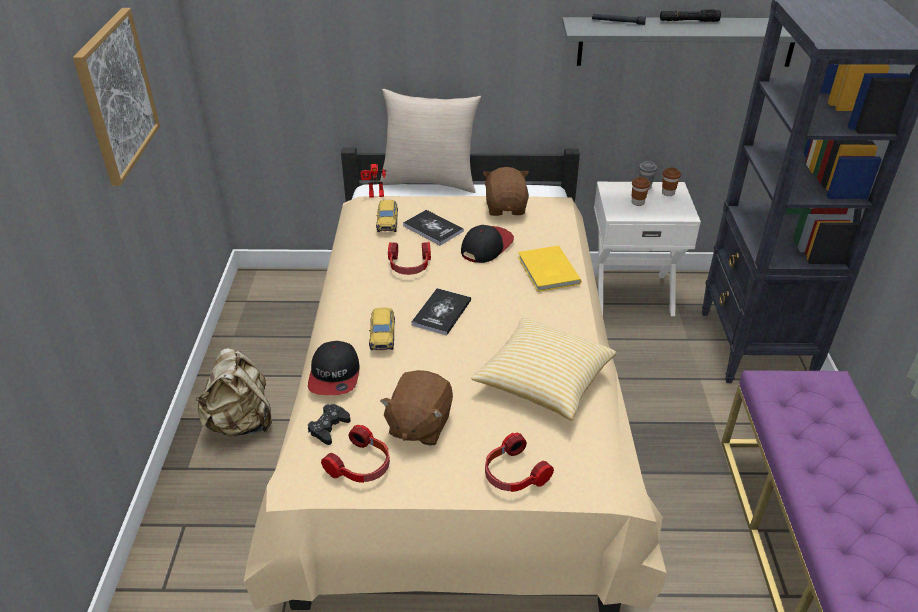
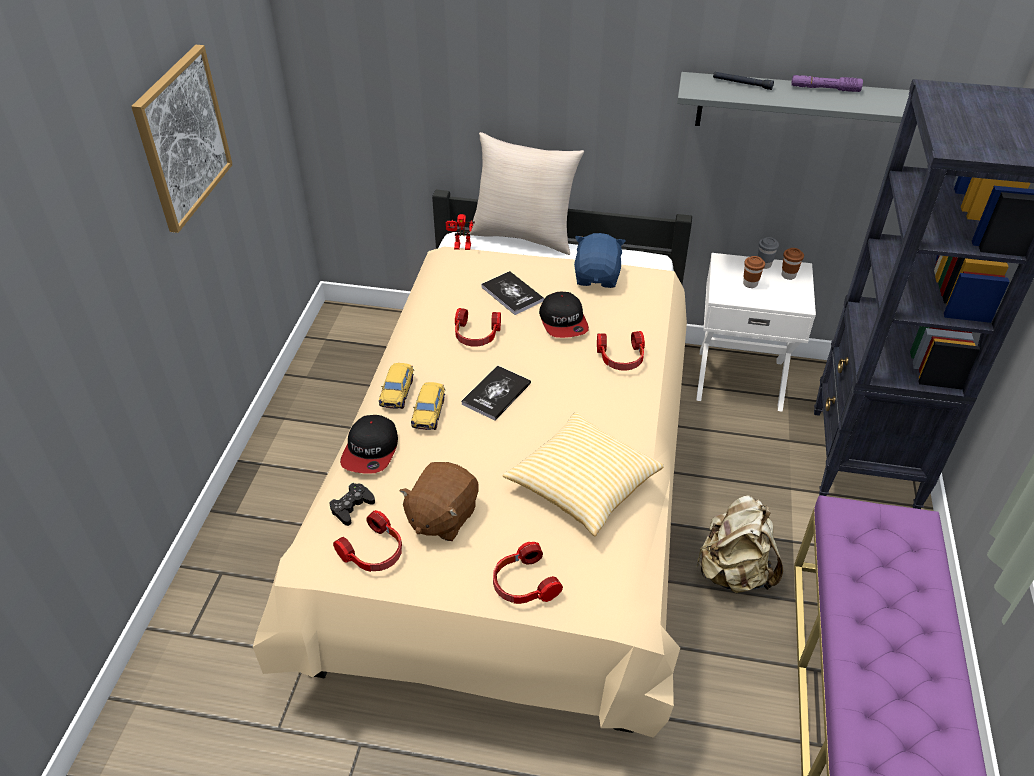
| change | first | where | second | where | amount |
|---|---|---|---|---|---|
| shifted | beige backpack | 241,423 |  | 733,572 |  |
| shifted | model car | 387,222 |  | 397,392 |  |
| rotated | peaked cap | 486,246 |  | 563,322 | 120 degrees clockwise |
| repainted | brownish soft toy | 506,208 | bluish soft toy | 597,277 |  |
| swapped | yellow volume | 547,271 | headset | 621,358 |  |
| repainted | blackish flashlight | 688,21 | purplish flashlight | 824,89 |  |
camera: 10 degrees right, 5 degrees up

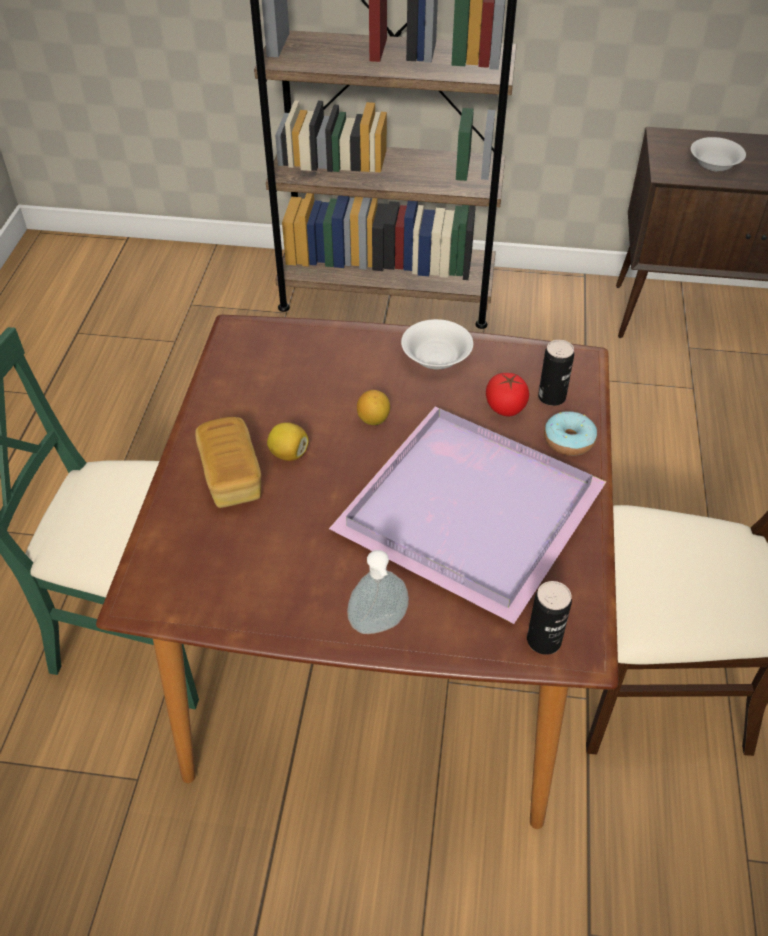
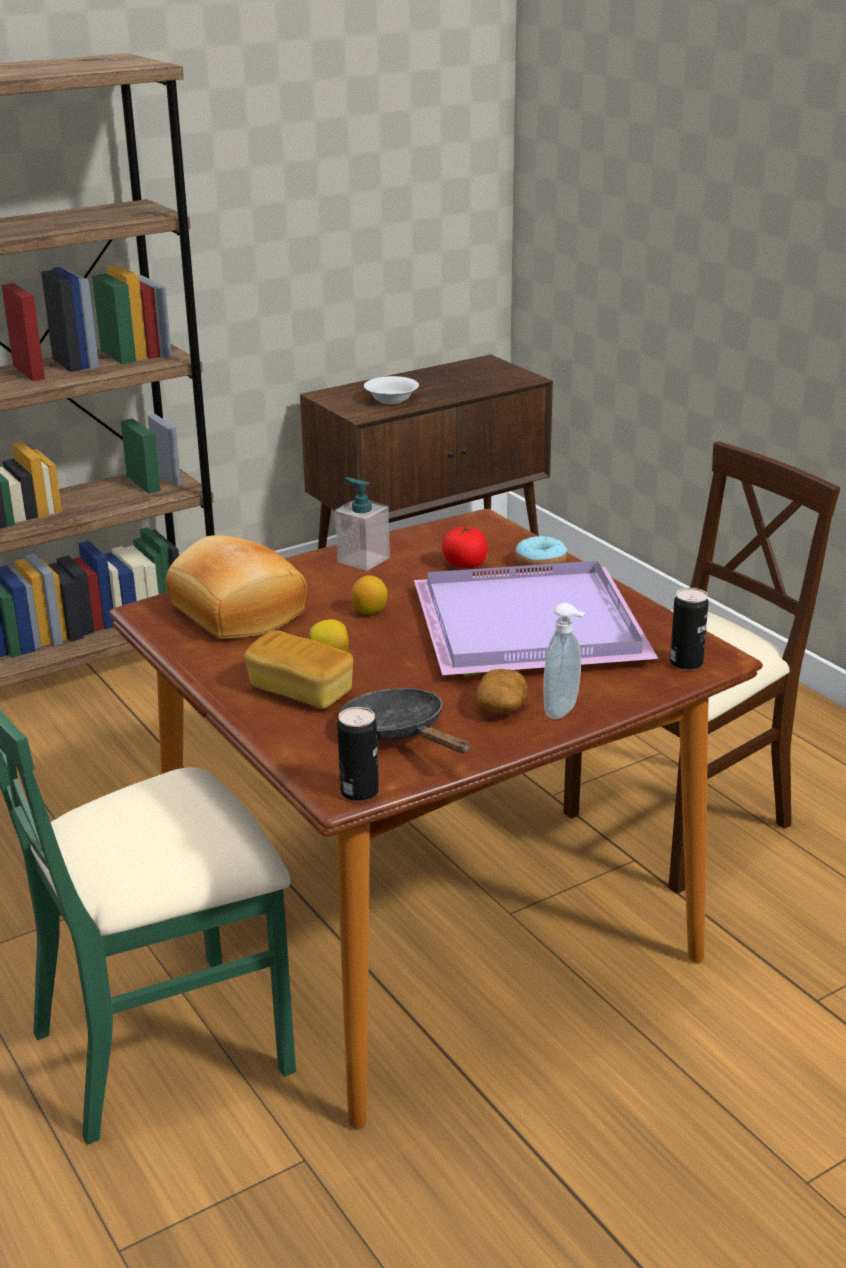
| change | first | where | second | where | amount |
|---|---|---|---|---|---|
| swapped | white-coloured bowl | 435,358 | soap bottle | 363,560 |  |
| shifted | sealed can | 551,397 |  | 359,792 |  |
| new |  |  | bakery bread | 235,612 |  |
| new |  |  | blackish frying pan | 399,733 |  |
| new |  |  | spud | 502,708 |  |
camera: 40 degrees left, 20 degrees down

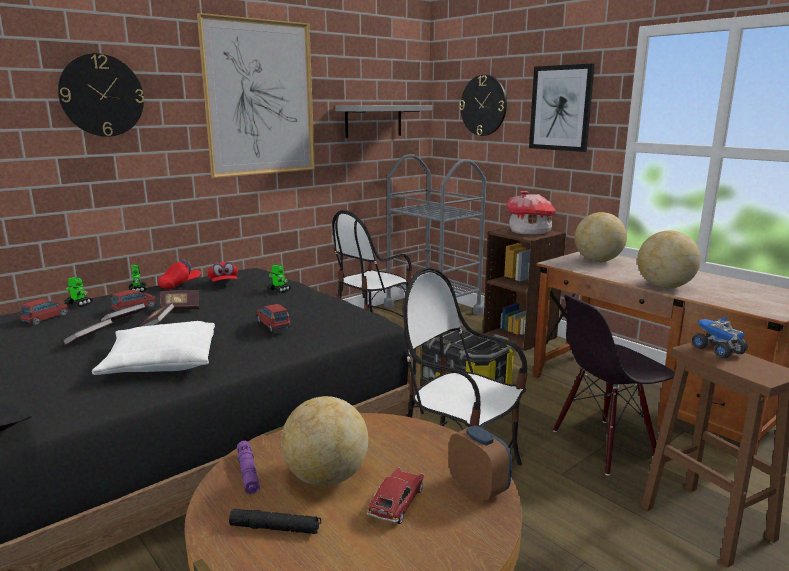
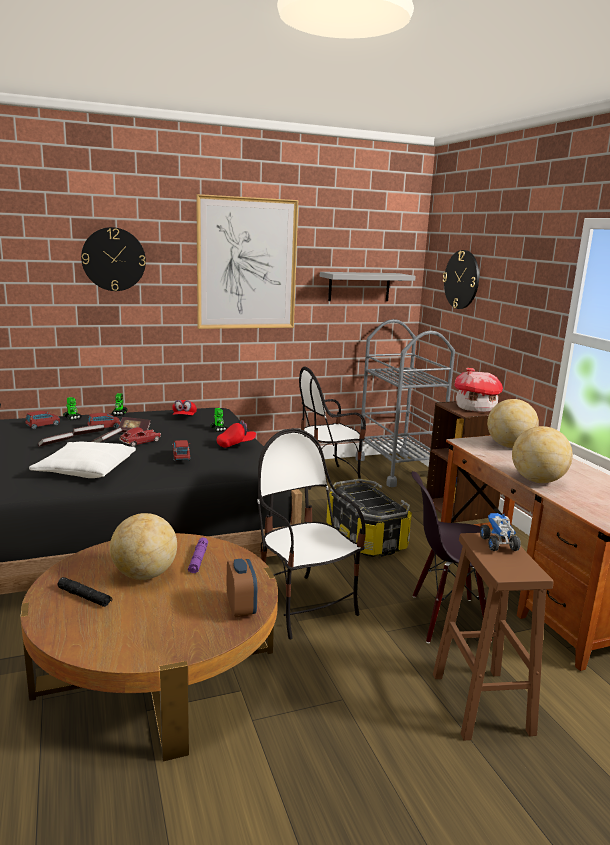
| change | first | where | second | where | amount |
|---|---|---|---|---|---|
| shifted | reddish peaked cap | 180,285 |  | 236,444 |  |
| shifted | purplish flashlight | 248,473 |  | 198,560 |  |
| shifted | model car | 397,503 |  | 140,442 |  |
| gone | wall art | 561,108 |  |  |  |
camera: 20 degrees right, 0 degrees up

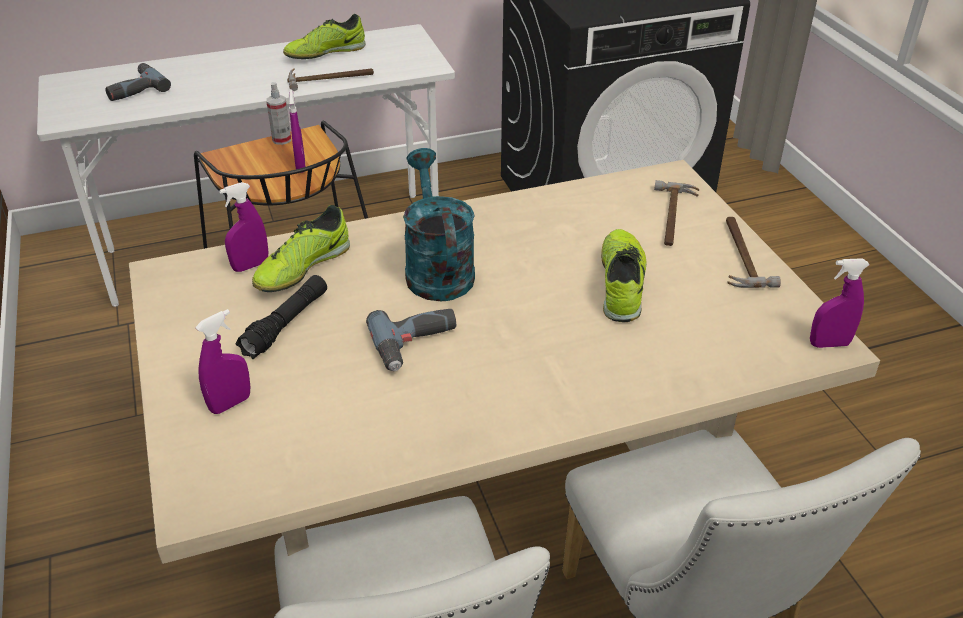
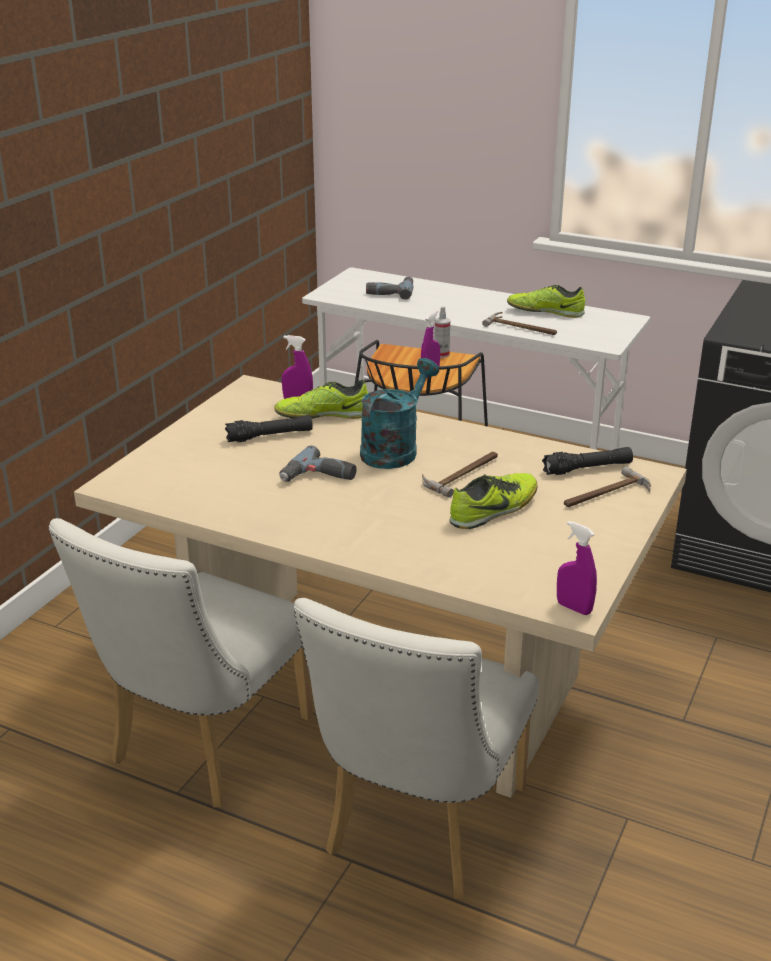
| change | first | where | second | where | amount |
|---|---|---|---|---|---|
| gone | purplish hand sprayer | 230,404 |  |  |  |
| shifted | hand hammer | 740,255 |  | 463,474 |  |
| new |  |  | blackish flashlight | 587,469 |  |
camera: 45 degrees right, 10 degrees down

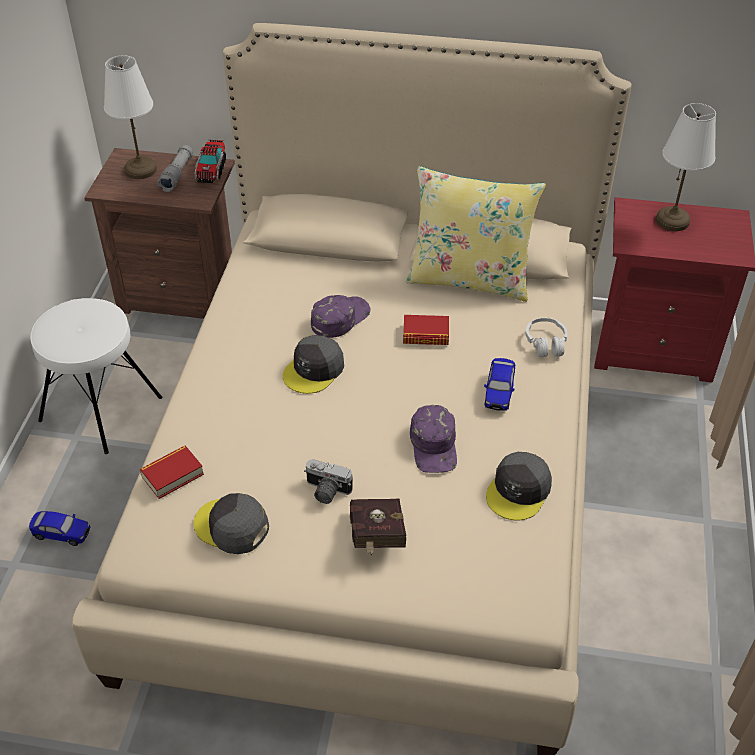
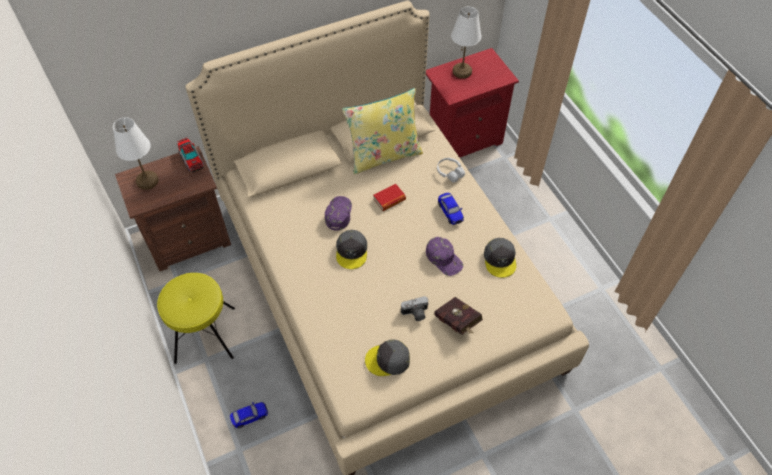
| change | first | where | second | where | amount |
|---|---|---|---|---|---|
| repainted | white-coloured stool seat | 101,408 | yellow stool seat | 205,334 |  |
| gone | volume | 172,475 |  |  |  |
| gone | gray flashlight | 177,174 |  |  |  |
camera: 35 degrees left, 10 degrees up

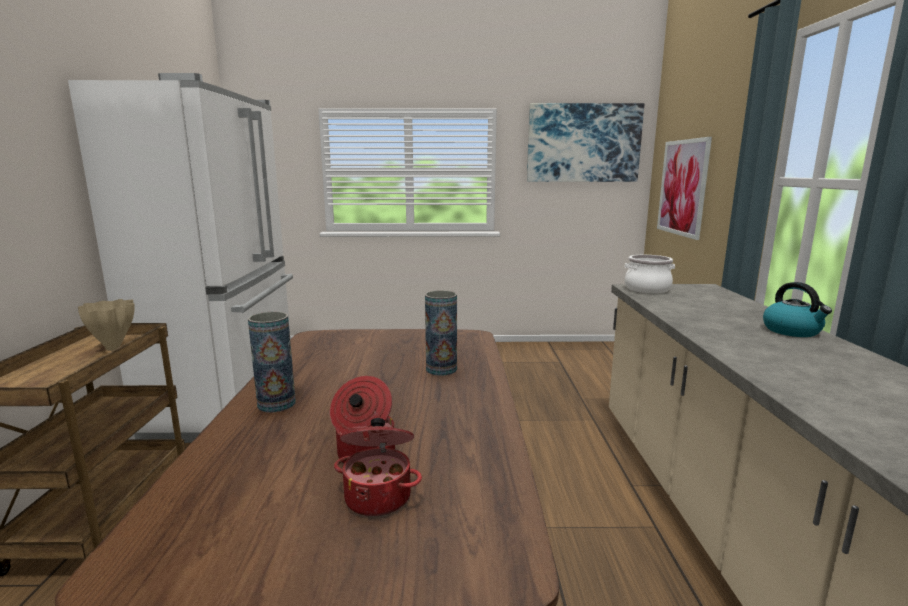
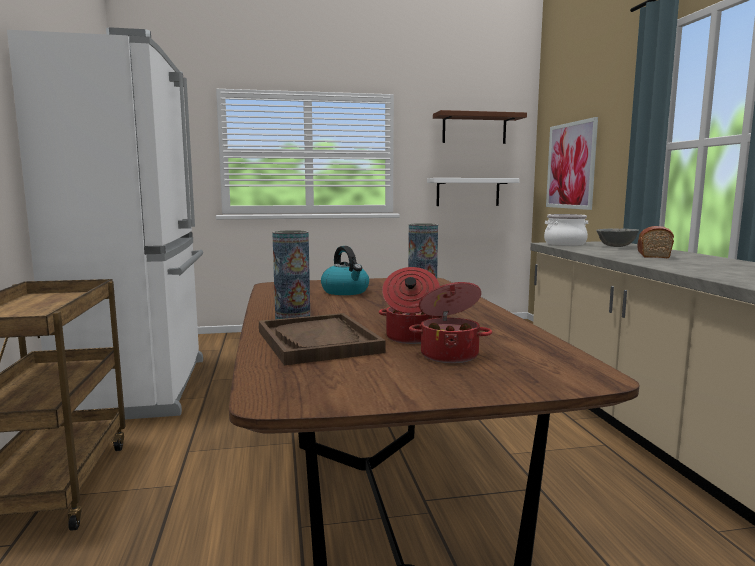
| change | first | where | second | where | amount |
|---|---|---|---|---|---|
| gone | beige decorative vase | 113,349 |  |  |  |
| swapped | wall art | 583,143 | brownish shelf | 474,129 |  |
| shifted | water kettle | 792,331 |  | 346,292 |  |
| new |  |  | brownish serving tray | 318,341 |  |
| new |  |  | white-coloured shelf | 468,192 |  |
| new |  |  | gray bowl | 616,246 |  |
| new |  |  | bakery bread | 652,255 |  |
camera: 10 degrees left, 5 degrees down

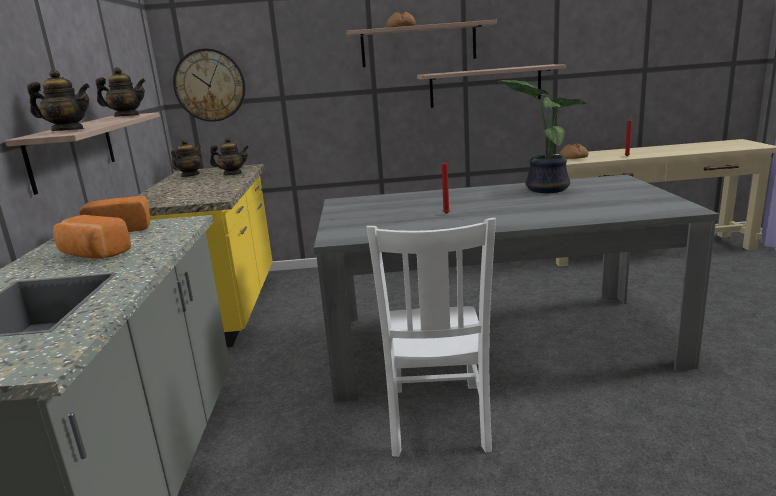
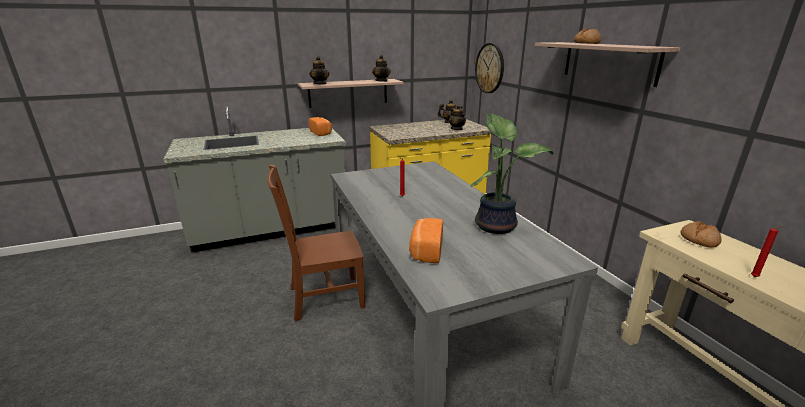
| change | first | where | second | where | amount |
|---|---|---|---|---|---|
| shifted | bakery bread | 93,254 |  | 425,251 |  |
| repainted | white-coloured chair | 437,421 | brownish chair | 323,298 |  |
| gone | shelf | 485,86 |  |  |  |
camera: 70 degrees right, 5 degrees up

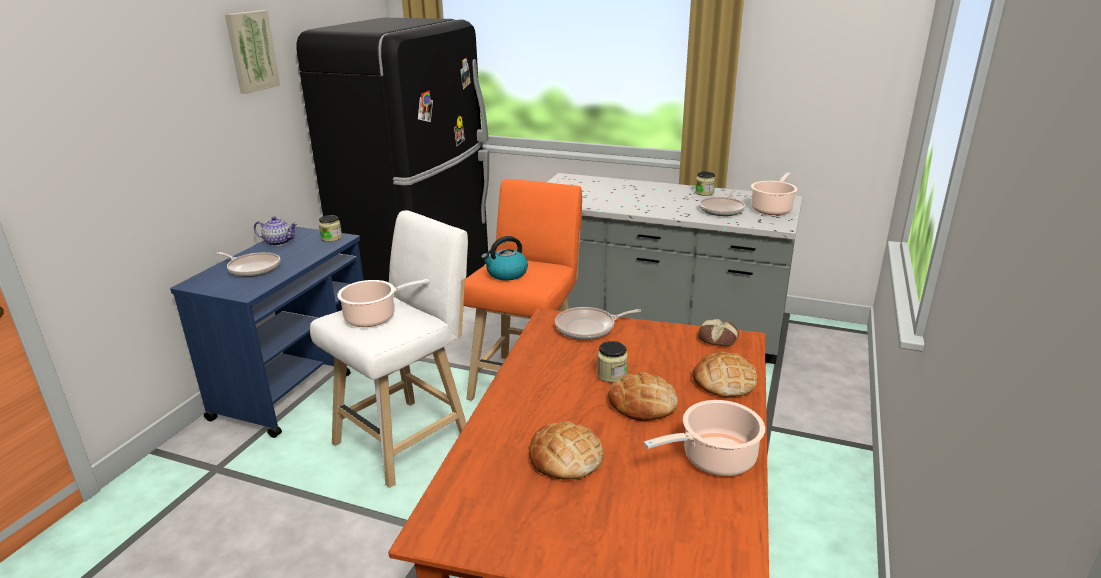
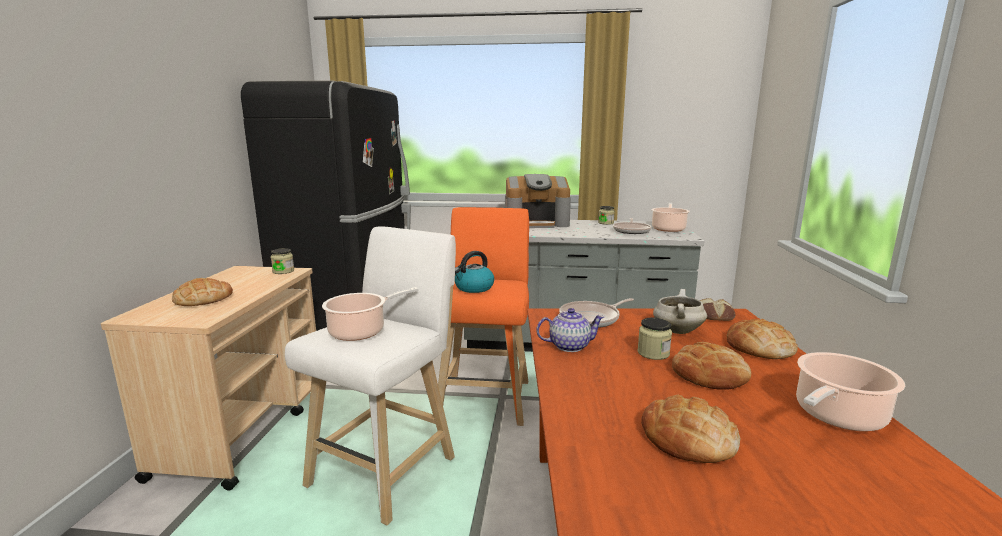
| change | first | where | second | where | amount |
|---|---|---|---|---|---|
| repainted | bluish wheeled cart | 297,384 | beige wheeled cart | 245,429 |  |
| swapped | frying pan | 253,268 | bakery bread | 203,299 |  |
| gone | wall art | 251,51 |  |  |  |
| shifted | pot for tea | 278,242 |  | 569,346 |  |
| new |  |  | coffee machine | 536,223 |  |
| new |  |  | white-coloured cooking pot | 677,330 |  |
camera: 15 degrees left, 10 degrees down

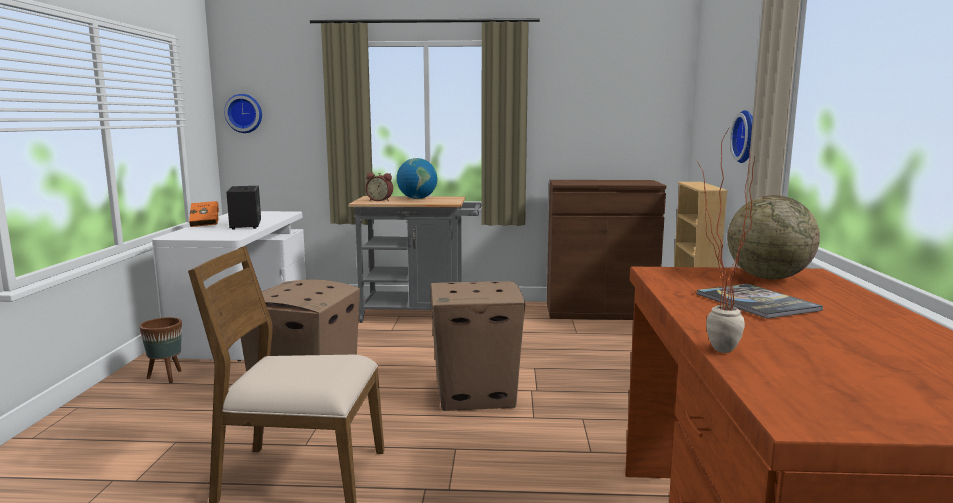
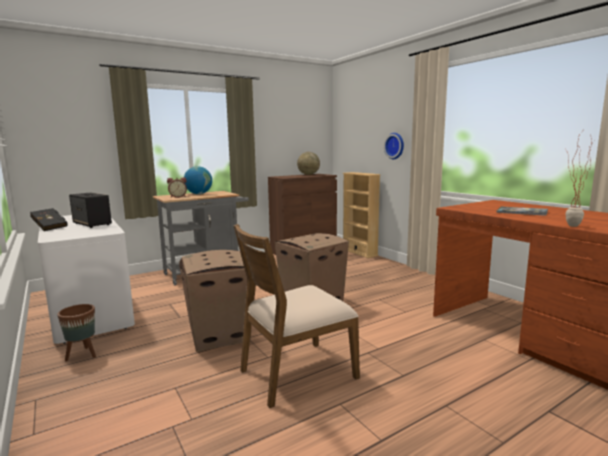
| change | first | where | second | where | amount |
|---|---|---|---|---|---|
| repainted | orangey volume | 205,223 | blackish volume | 50,227 |  |
| gone | wall clock | 244,113 |  |  |  |
| shifted | world globe | 768,277 |  | 308,174 |  |
camera: 35 degrees left, 0 degrees up

